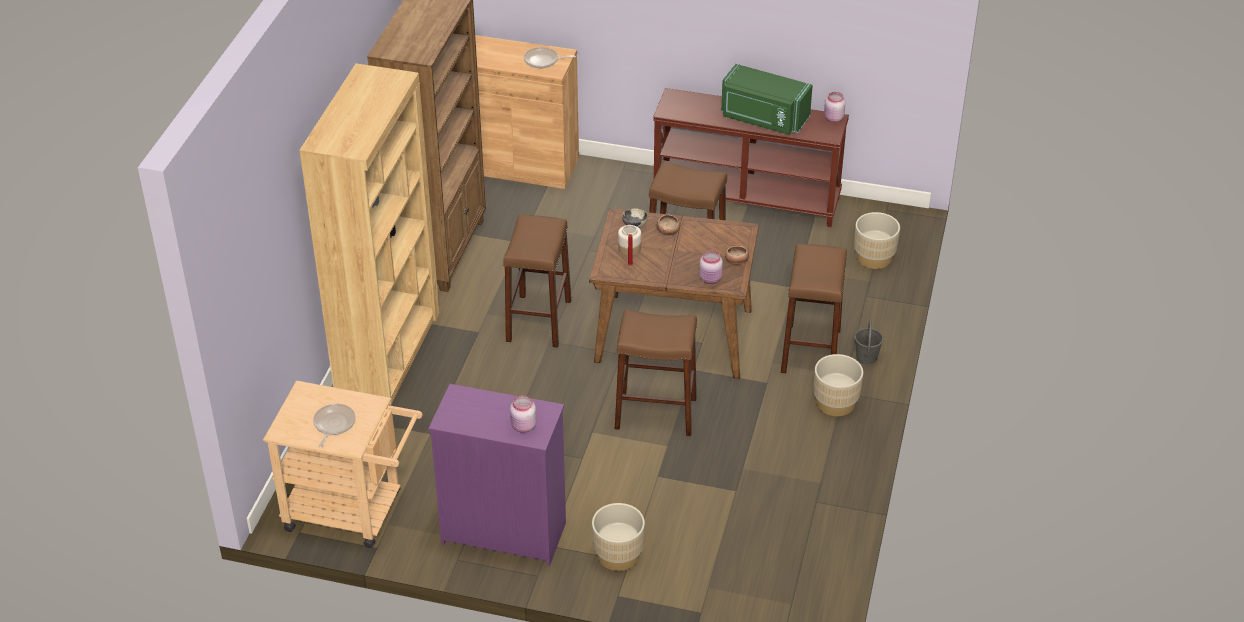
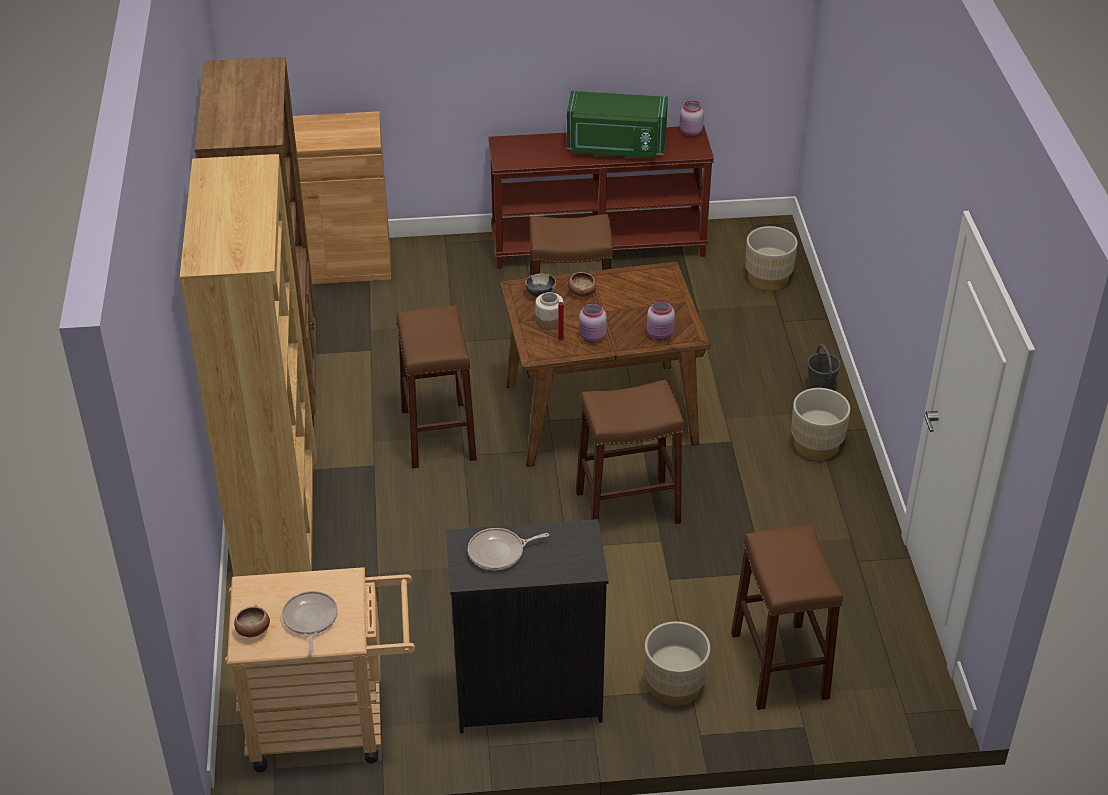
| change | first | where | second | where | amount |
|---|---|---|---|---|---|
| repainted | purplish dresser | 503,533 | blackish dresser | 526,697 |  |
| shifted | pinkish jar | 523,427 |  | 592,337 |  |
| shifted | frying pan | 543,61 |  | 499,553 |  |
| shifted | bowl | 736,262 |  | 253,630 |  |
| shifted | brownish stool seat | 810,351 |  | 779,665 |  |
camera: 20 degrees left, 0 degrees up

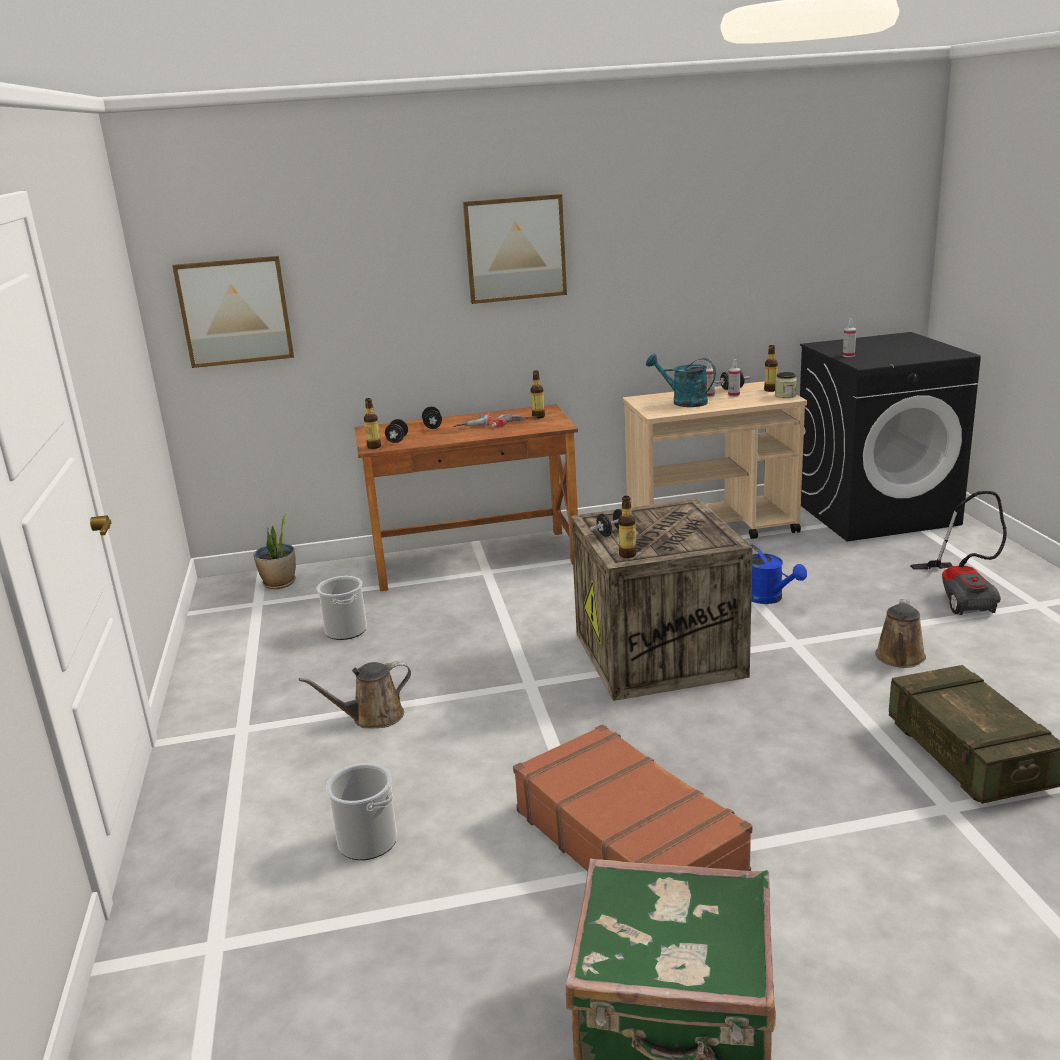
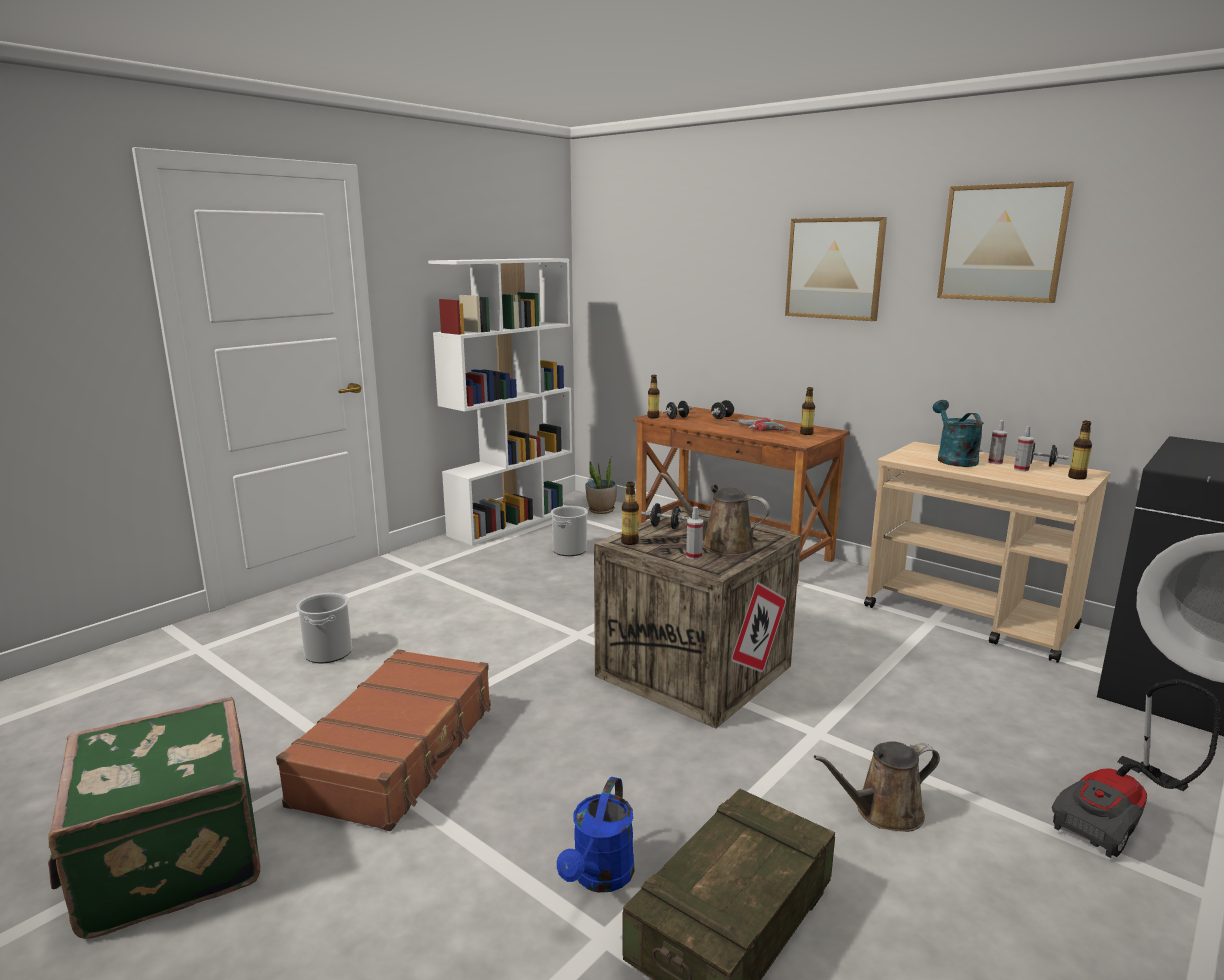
| change | first | where | second | where | amount |
|---|---|---|---|---|---|
| shifted | wall art | 235,311 |  | 1002,243 |  |
| shifted | brownish watering can | 373,717 |  | 722,545 |  |
| shifted | bluish watering can | 769,598 |  | 600,878 |  |
| gone | jar | 785,395 |  |  |  |
| shifted | hand sprayer | 848,356 |  | 694,556 |  |
| new |  |  | white-coloured shelving unit | 512,521 |  |
camera: 50 degrees right, 5 degrees down

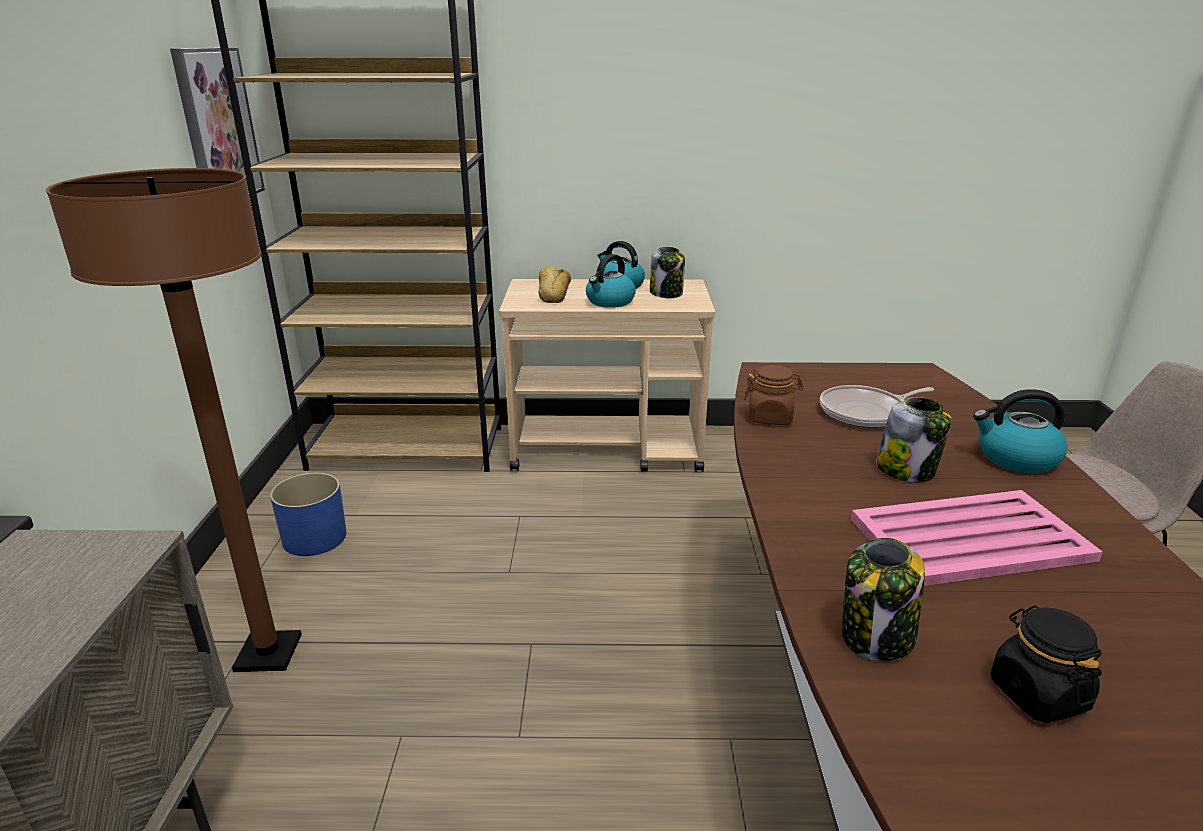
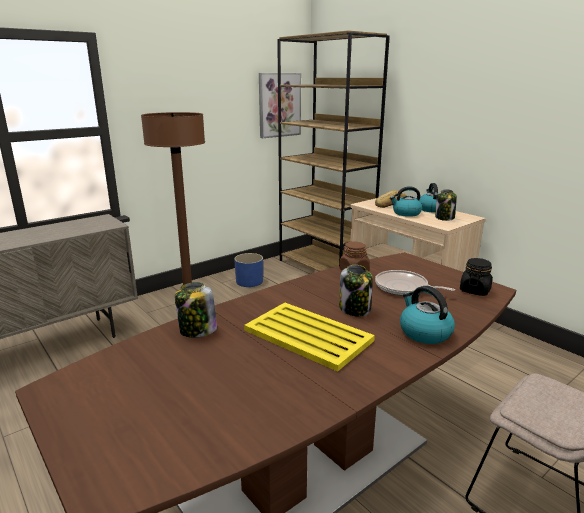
| change | first | where | second | where | amount |
|---|---|---|---|---|---|
| repainted | pinkish serving tray | 972,539 | yellow serving tray | 308,336 |  |
| shifted | blackish jar | 1037,694 |  | 474,290 |  |
camera: 50 degrees right, 5 degrees down

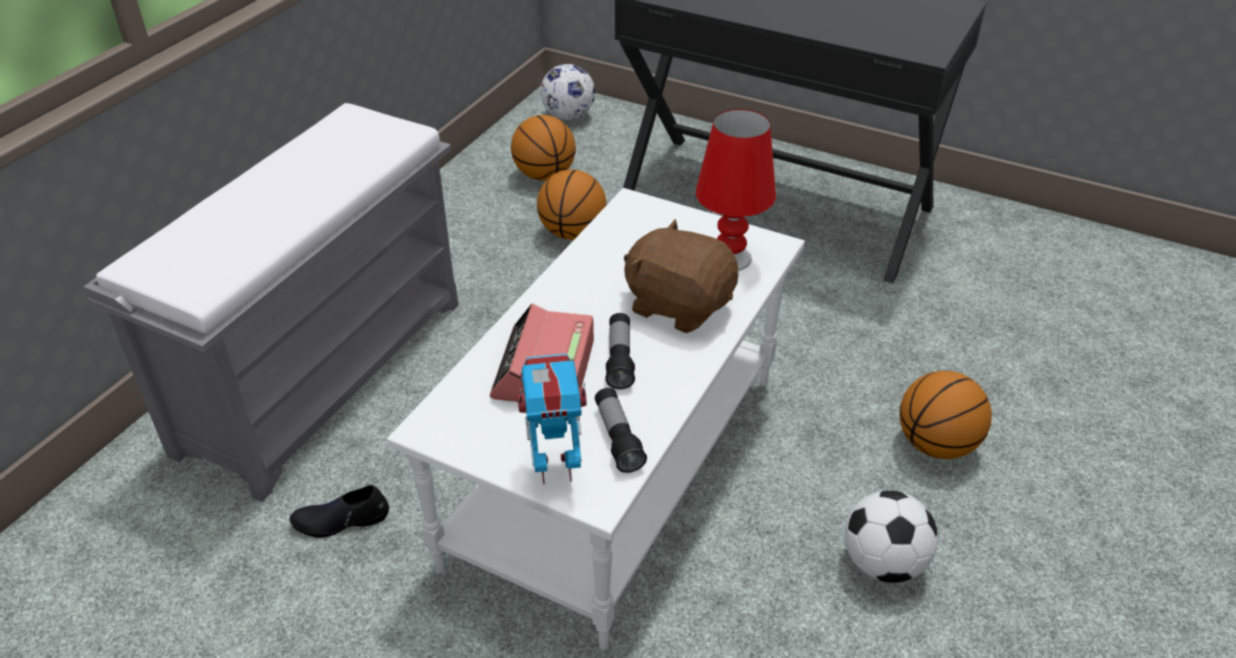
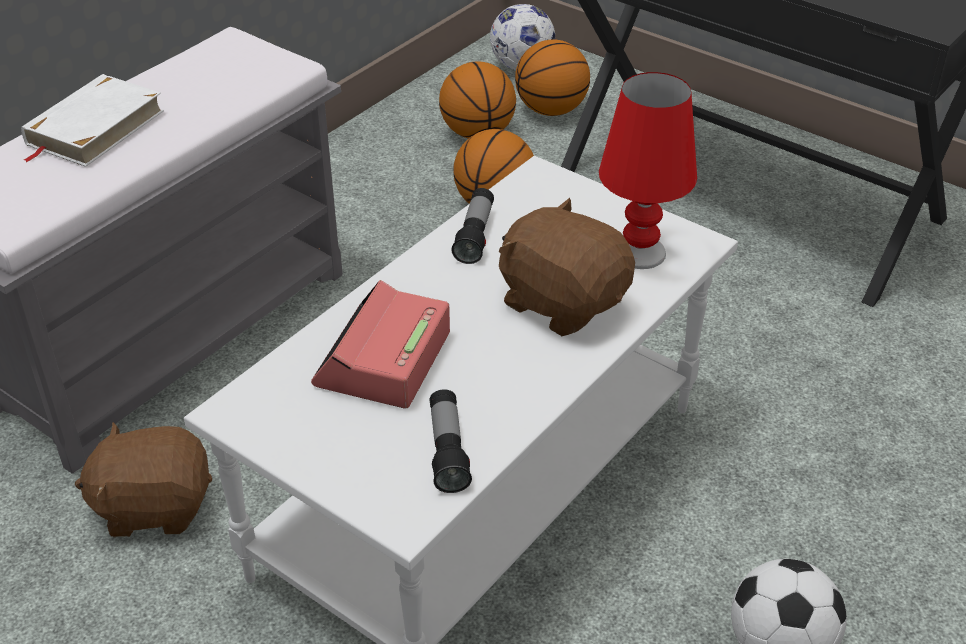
| change | first | where | second | where | amount |
|---|---|---|---|---|---|
| swapped | blackish low shoe | 341,520 | brownish soft toy | 154,506 |  |
| gone | toy robot | 555,468 |  |  |  |
| shifted | flashlight | 620,359 |  | 475,236 |  |
| shifted | basketball | 937,445 |  | 551,110 |  |
| new |  |  | white-coloured volume | 94,128 |  |
camera: 10 degrees right, 0 degrees up

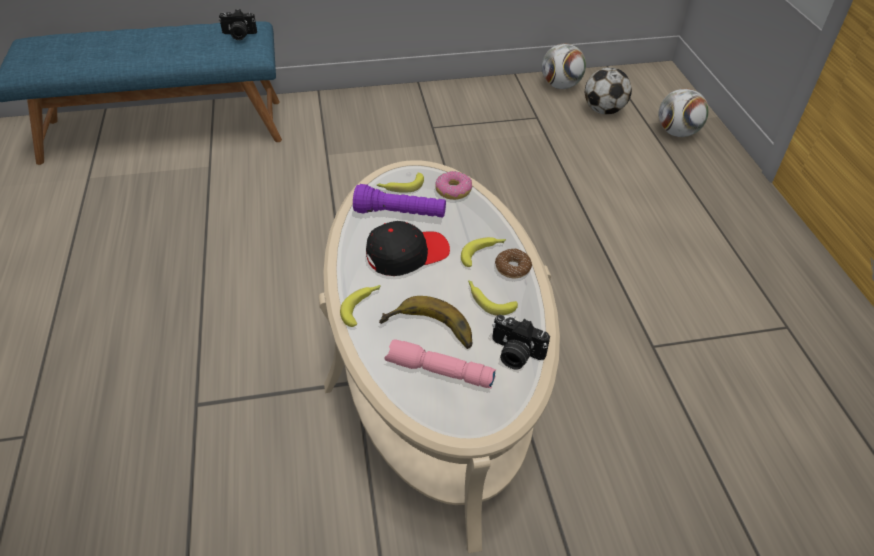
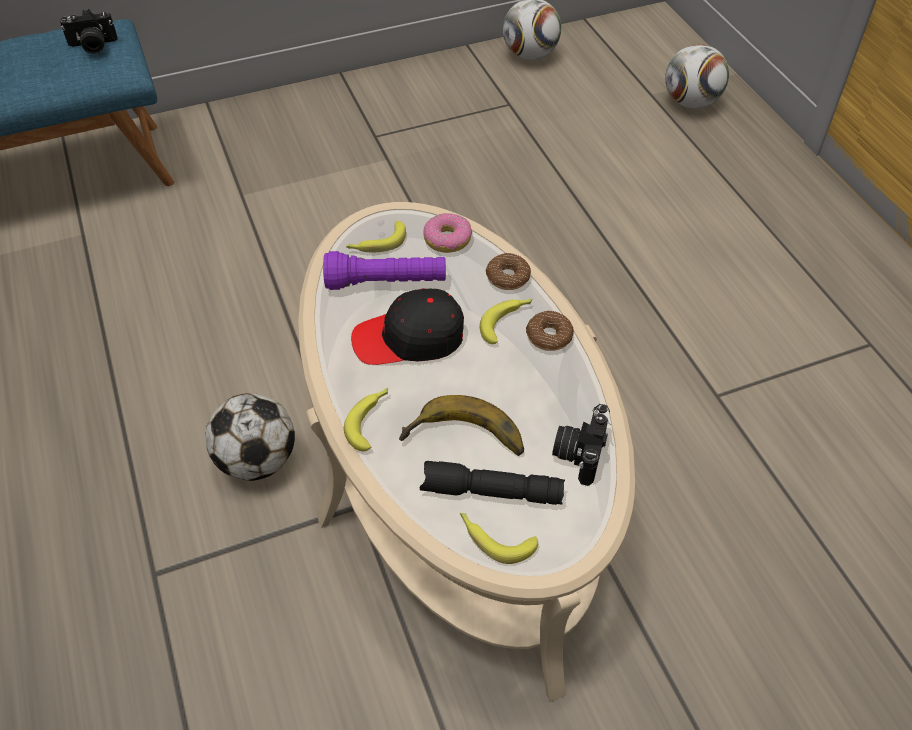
| change | first | where | second | where | amount |
|---|---|---|---|---|---|
| rotated | blackish peaked cap | 407,254 |  | 409,338 | 150 degrees counterclockwise |
| repainted | pinkish flashlight | 438,372 | blackish flashlight | 490,493 |  |
| shifted | banana fruit | 488,300 |  | 494,538 |  |
| rotated | still camera | 515,354 |  | 579,452 | 90 degrees clockwise |
| shifted | football | 603,110 |  | 257,460 |  |
| new |  |  | doughnut | 507,277 |  |
camera: 10 degrees left, 5 degrees up

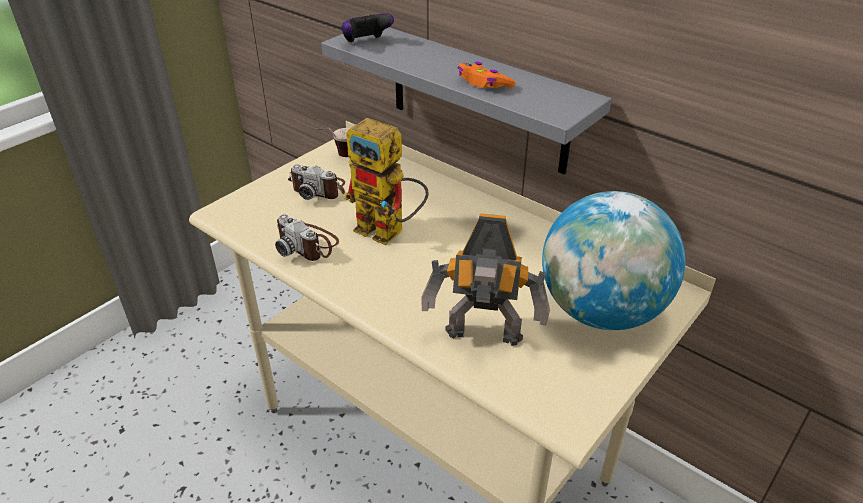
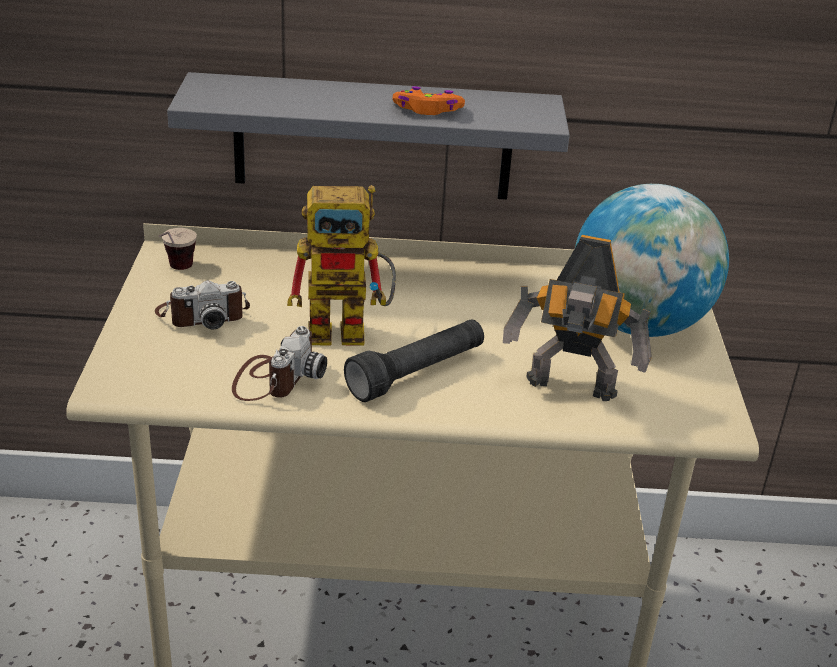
| change | first | where | second | where | amount |
|---|---|---|---|---|---|
| rotated | still camera | 308,244 |  | 275,378 | 75 degrees counterclockwise |
| gone | game controller | 366,43 |  |  |  |
| rotated | toy robot | 484,338 |  | 571,390 | 45 degrees clockwise |
| new |  |  | blackish flashlight | 417,374 |  |
camera: 40 degrees left, 5 degrees down

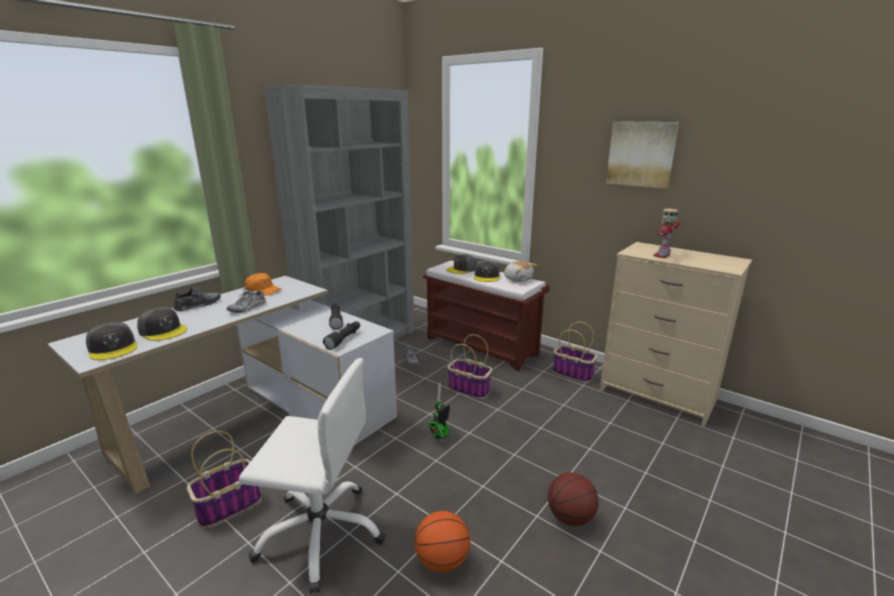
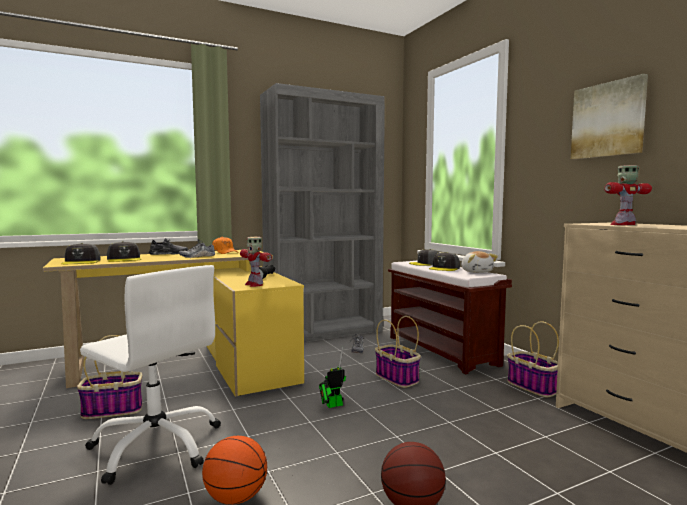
| change | first | where | second | where | amount |
|---|---|---|---|---|---|
| repainted | white-coloured desk table | 260,419 | yellow desk table | 194,364 |  |
| swapped | blackish flashlight | 344,339 | toy robot | 254,284 |  |
camera: 25 degrees right, 15 degrees down

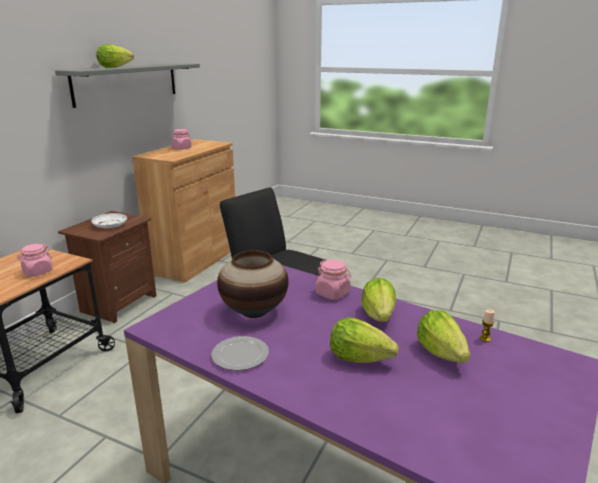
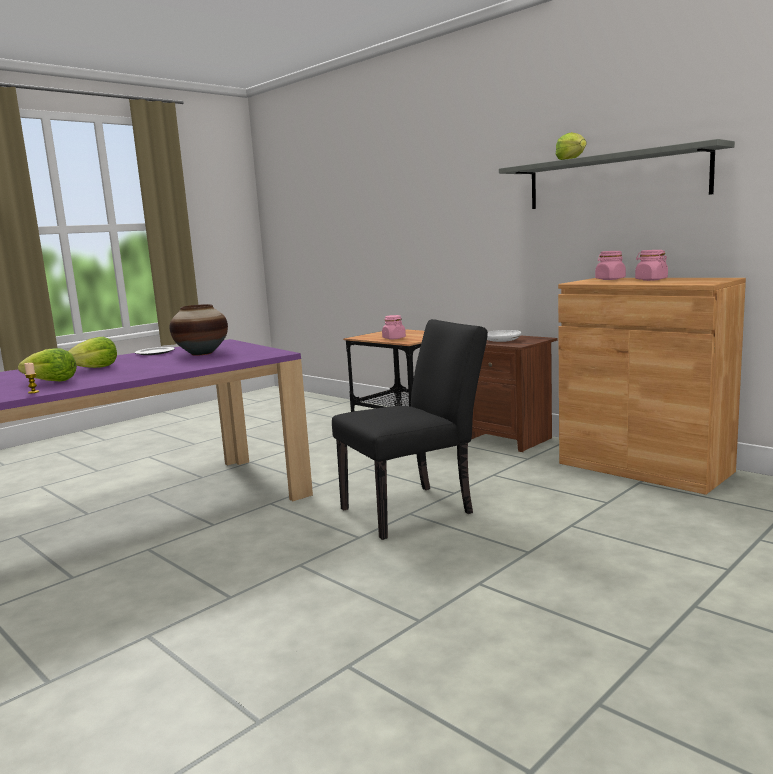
| change | first | where | second | where | amount |
|---|---|---|---|---|---|
| shifted | pinkish jar | 333,294 |  | 610,279 |  |
| gone | head of lettuce | 379,315 |  |  |  |
camera: 110 degrees right, 10 degrees down

